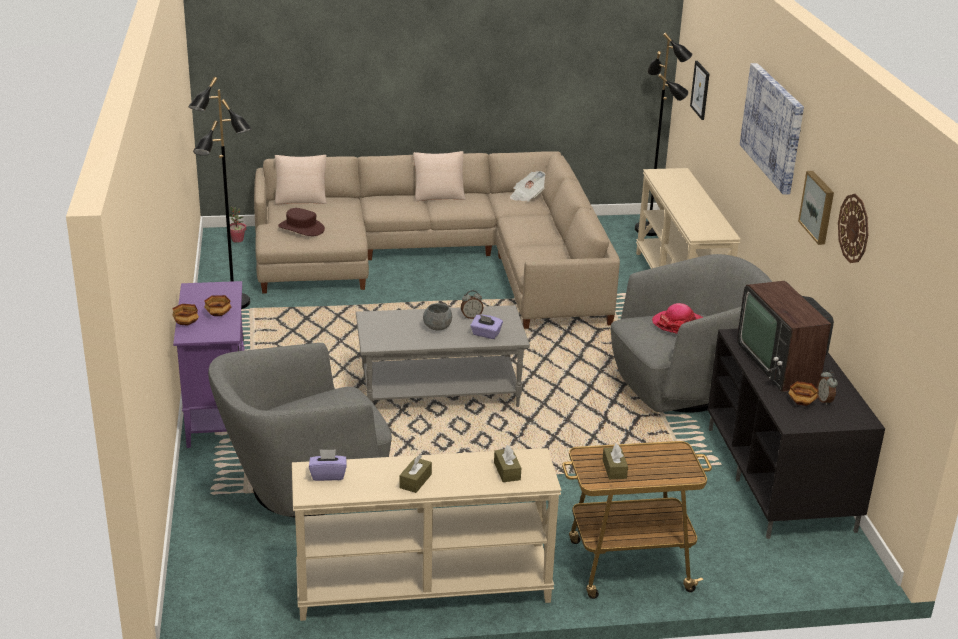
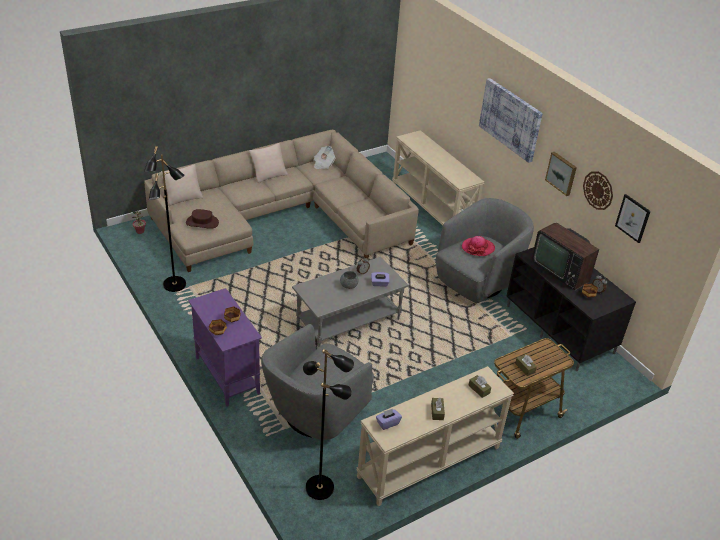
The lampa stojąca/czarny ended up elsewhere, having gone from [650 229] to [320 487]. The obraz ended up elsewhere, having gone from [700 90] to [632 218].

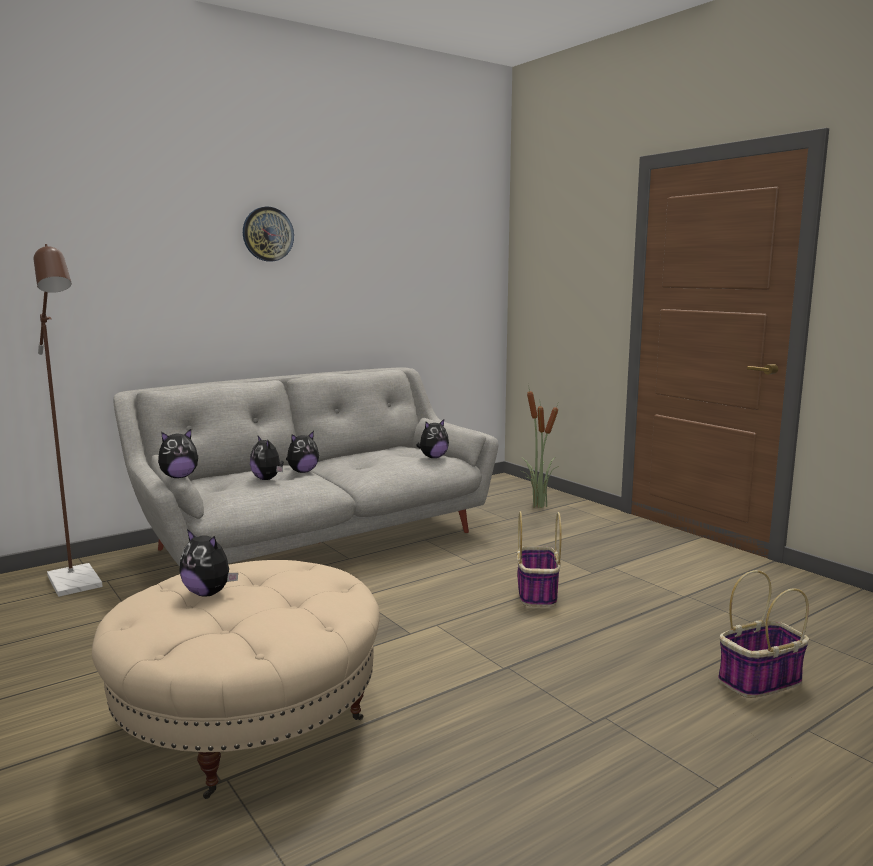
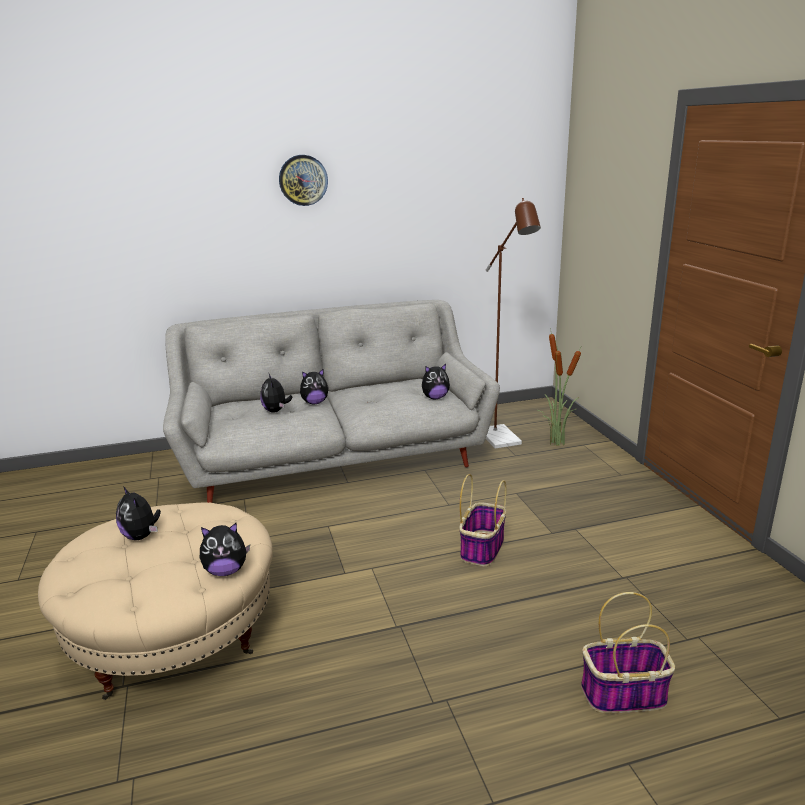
The lampa stojąca/brązowy ended up elsewhere, having gone from [77 585] to [503 441]. The pluszak ended up elsewhere, having gone from [179 477] to [226 571].

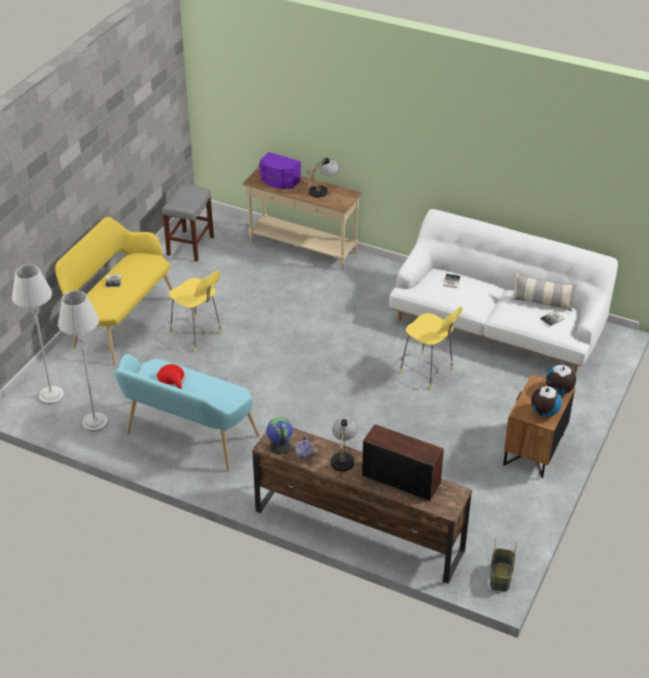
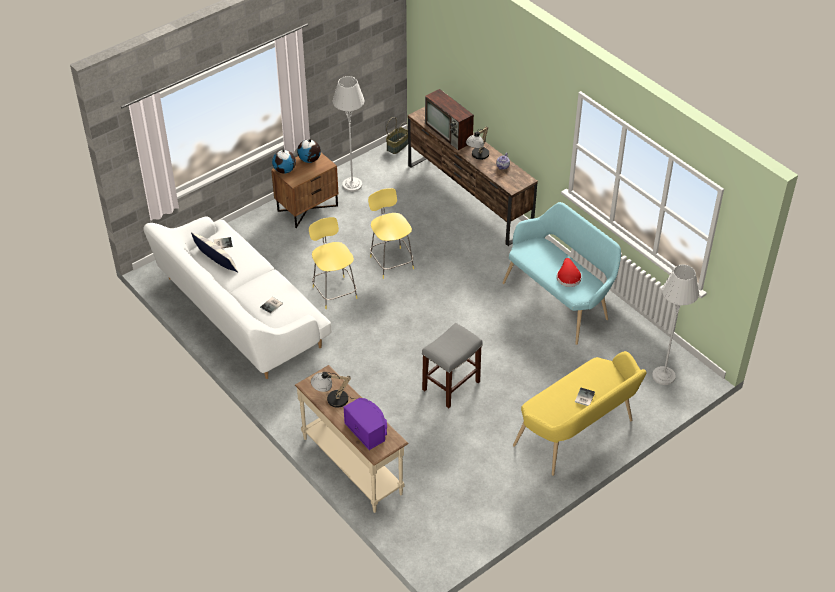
The second view lost the globus at [279 446]. The lampa stojąca/szary ended up elsewhere, having gone from [95 423] to [352 185]. The stołek/szary ended up elsewhere, having gone from [190 245] to [451 386]. The stołek/żółty ended up elsewhere, having gone from [197 335] to [391 261].

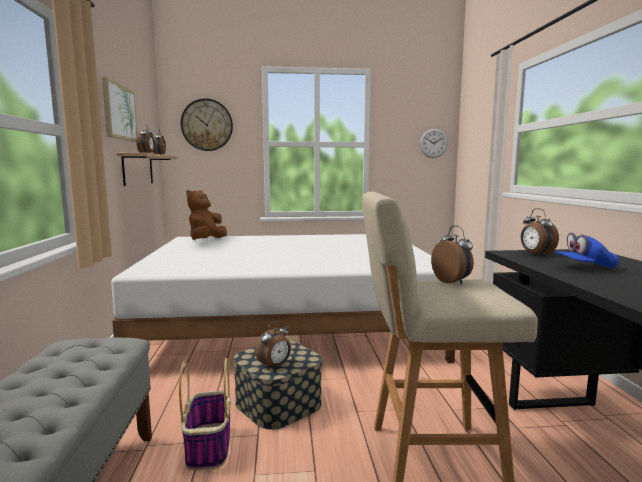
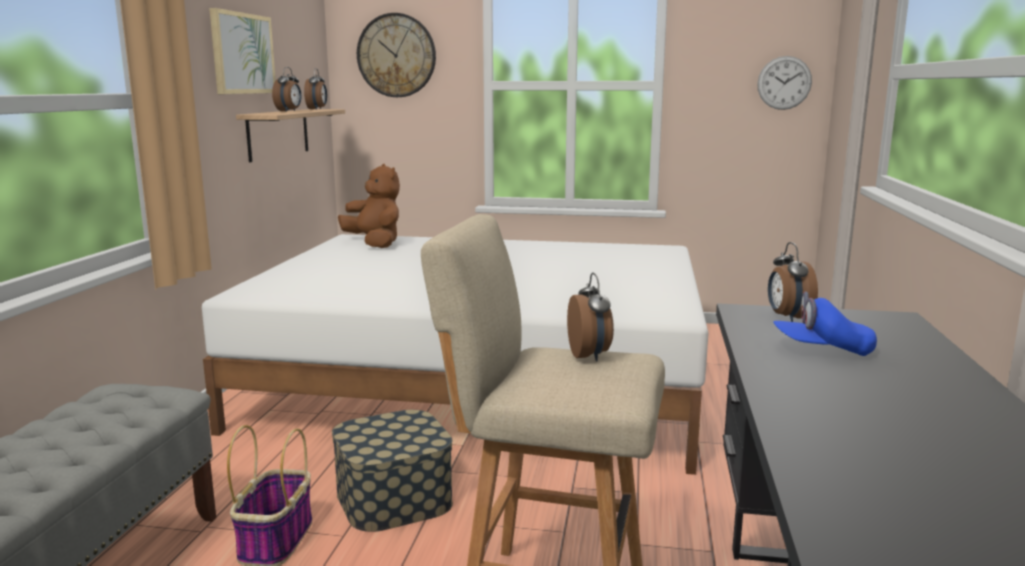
The second view lost the budzik at [275 366]. The pluszak/brązowy at [206 240] ended up facing another way, 105 degrees clockwise from before.

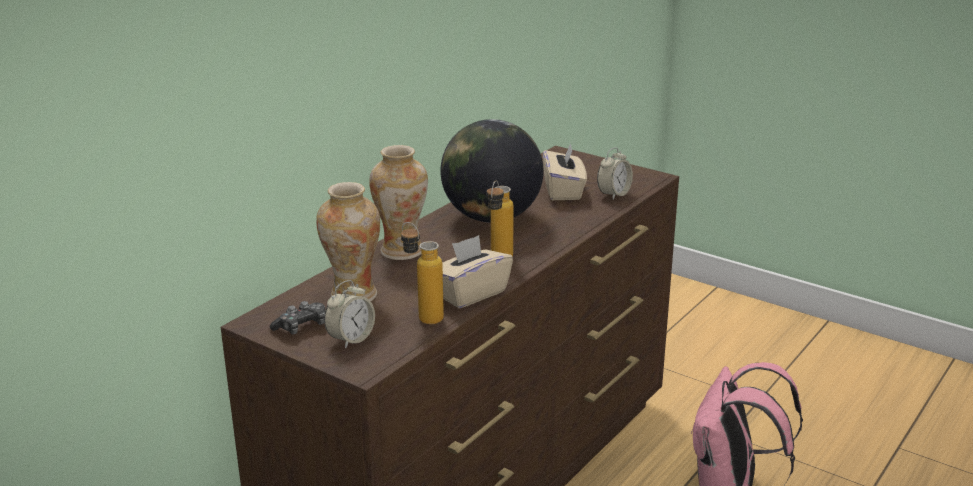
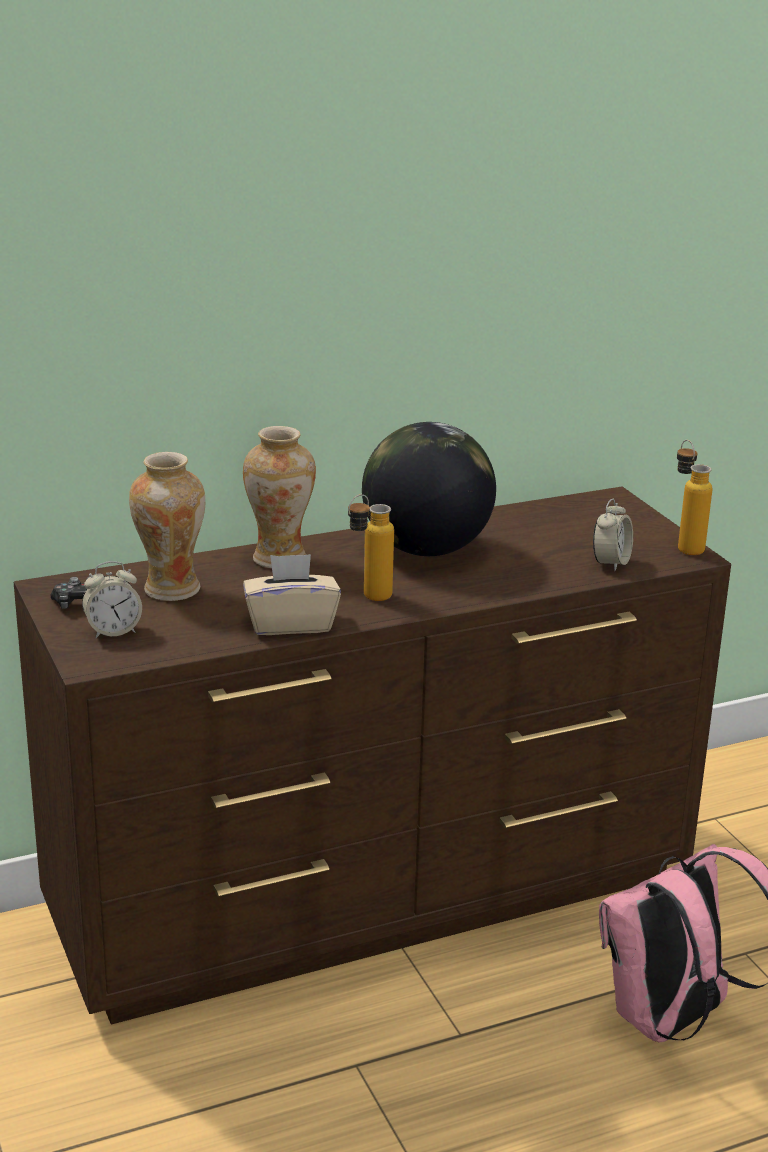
The second view lost the pudełko chusteczek/beżowy at [563 191]. The butelka ended up elsewhere, having gone from [422 316] to [684 546]. The budzik at [614 194] ended up facing another way, 45 degrees counterclockwise from before.

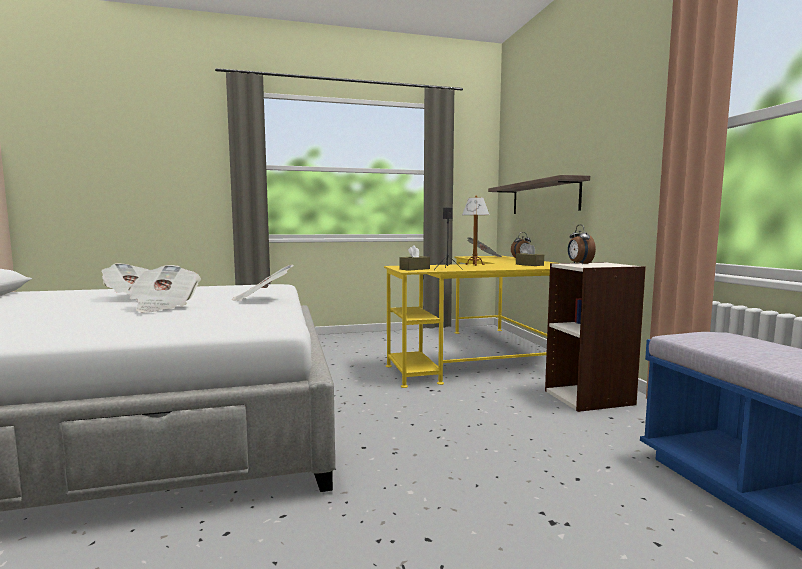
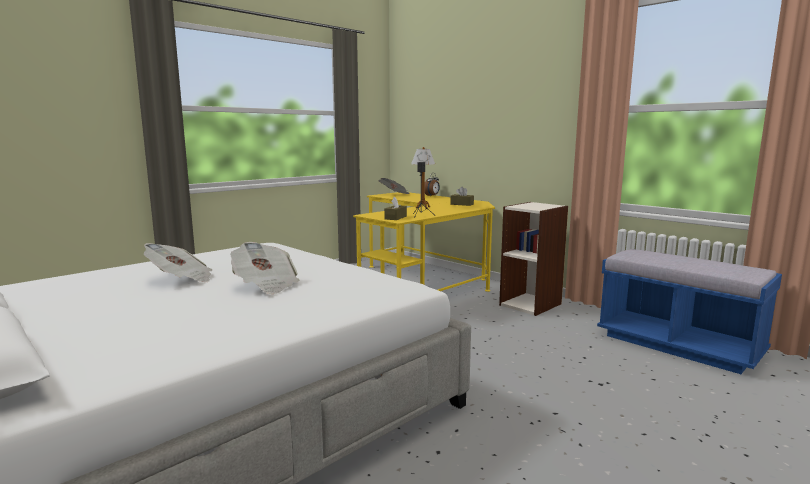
The second view lost the gazeta at [262 299]. The second view lost the półka at [544 197]. The second view lost the budzik at [579 264].

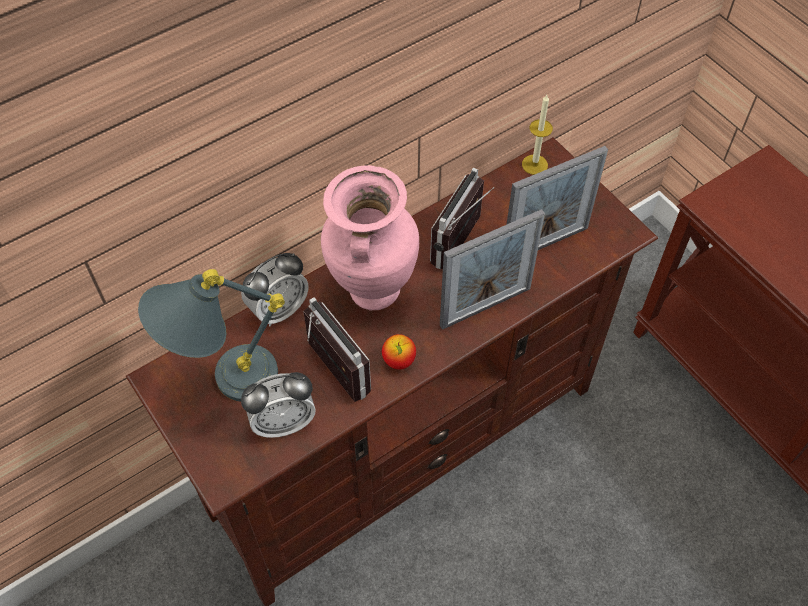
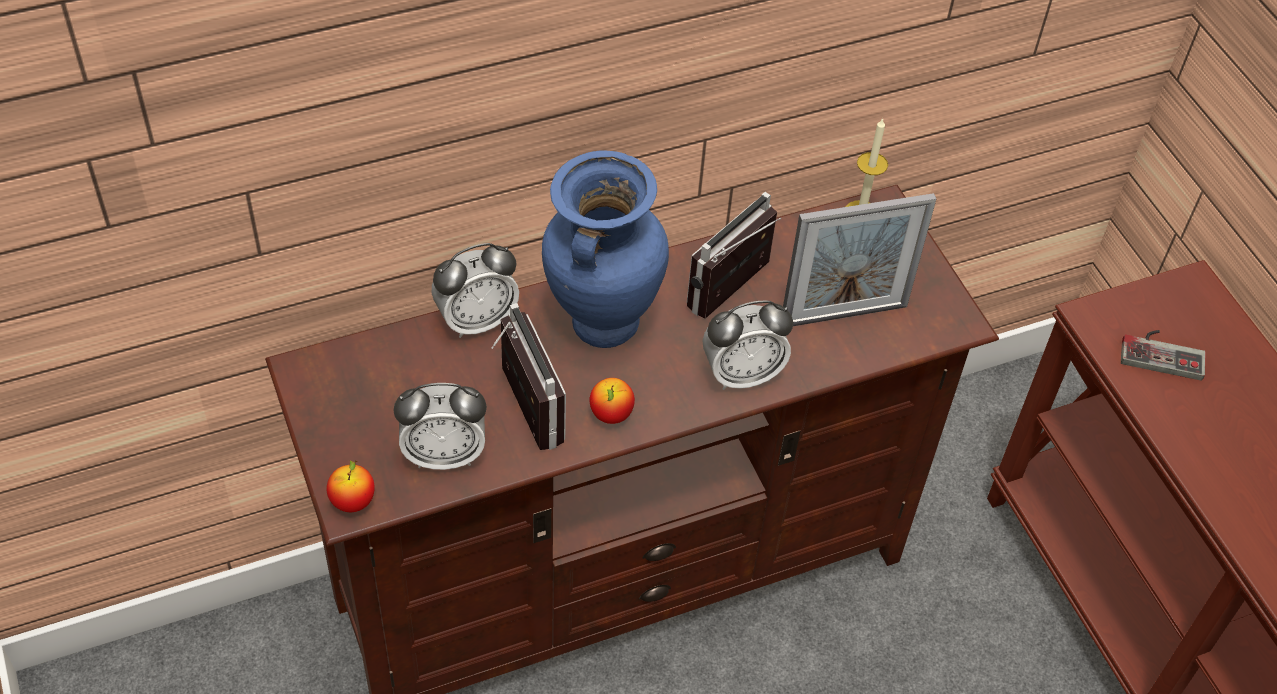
The second view lost the lampa stołowa/szary at [223 381]. The second view gained the jabłko at [353 501]. The second view gained the pad do gier at [1162 352]. Where the ramka na zdjęcie stood at [485 307], the budzik came to stand at [742 374]. What was the wazon/różowy at [372 291] turned into the wazon/niebieski at [602 324].

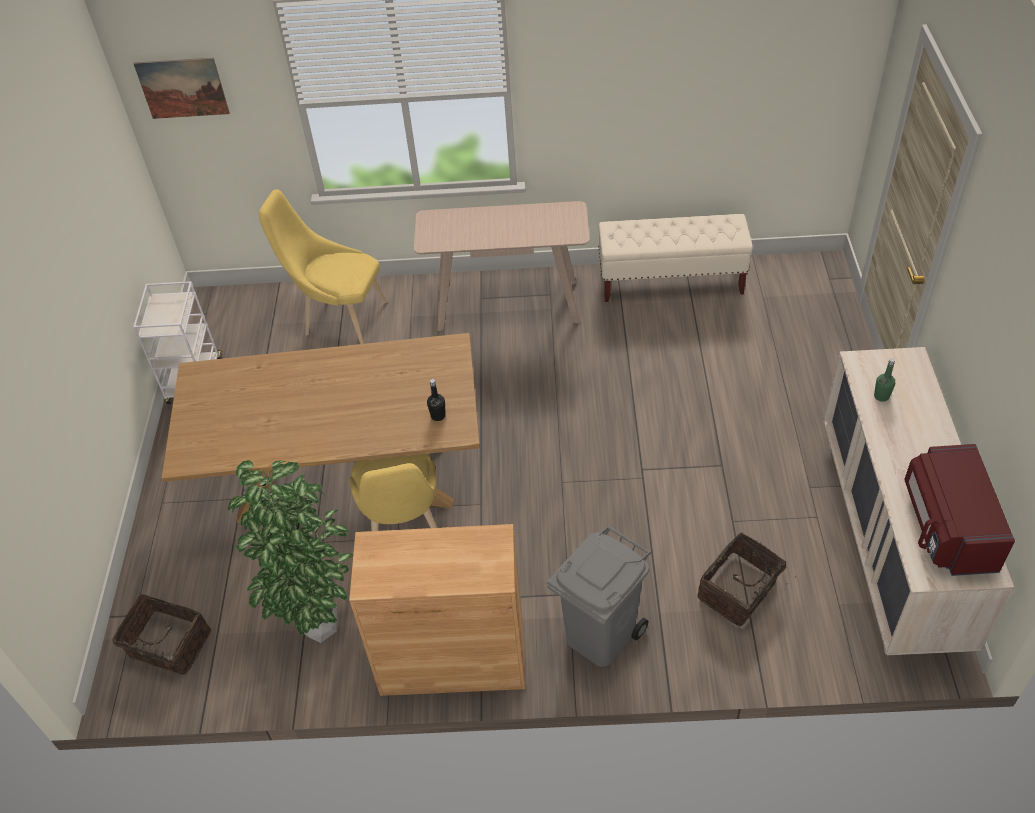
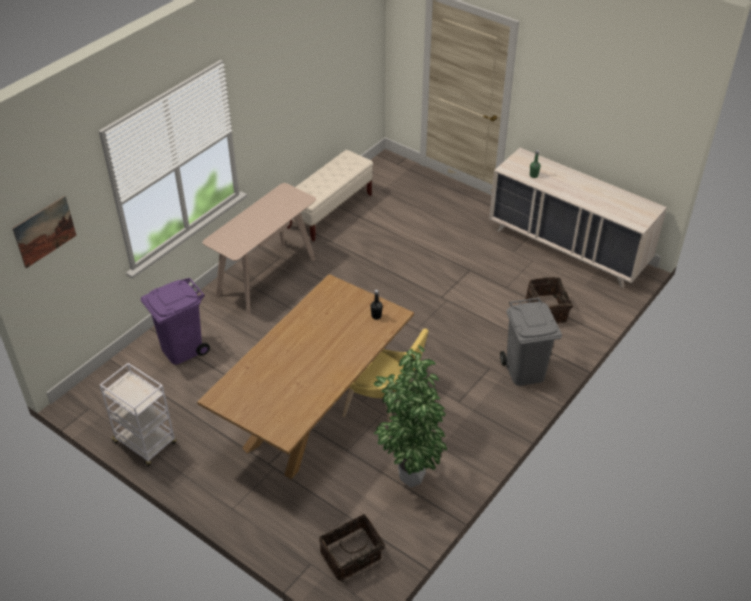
The second view lost the szafka/brązowy at [453 659]. The second view lost the mikrofalówka/czerwony at [947 527]. Where the krzesło/żółty stood at [340 318], the kosz na śmieci/fioletowy came to stand at [181 349].

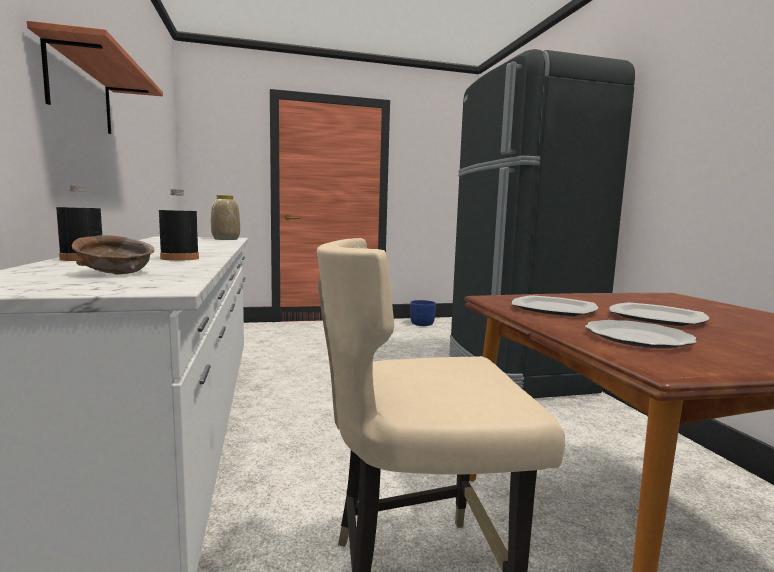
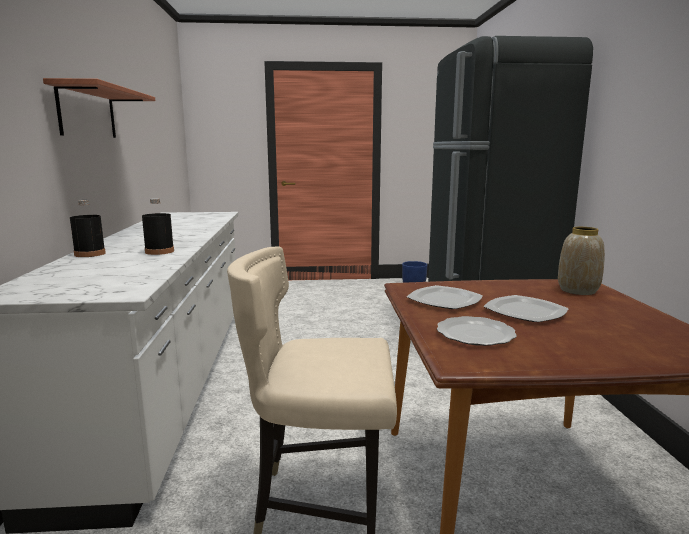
The second view lost the miska/brązowy at [114 273]. The wazon ended up elsewhere, having gone from [225 239] to [577 290].

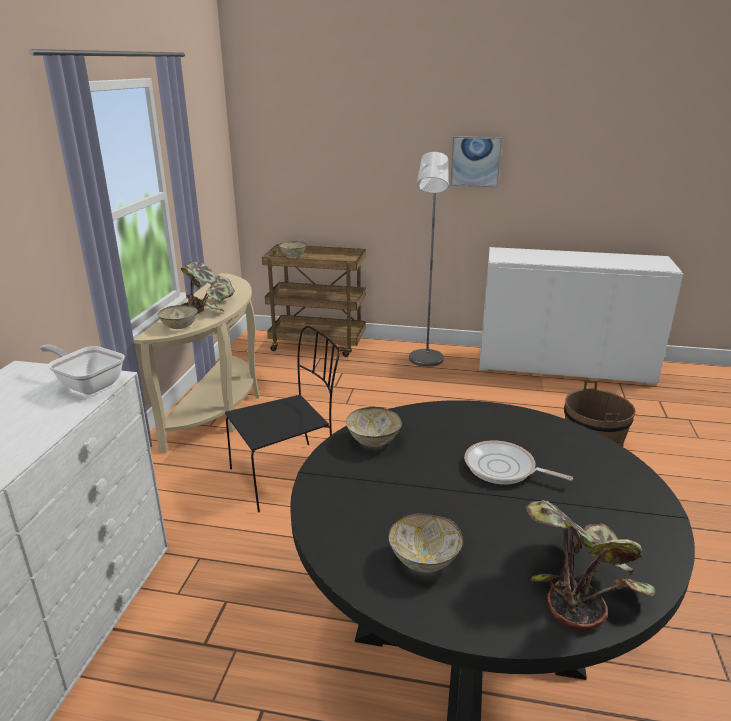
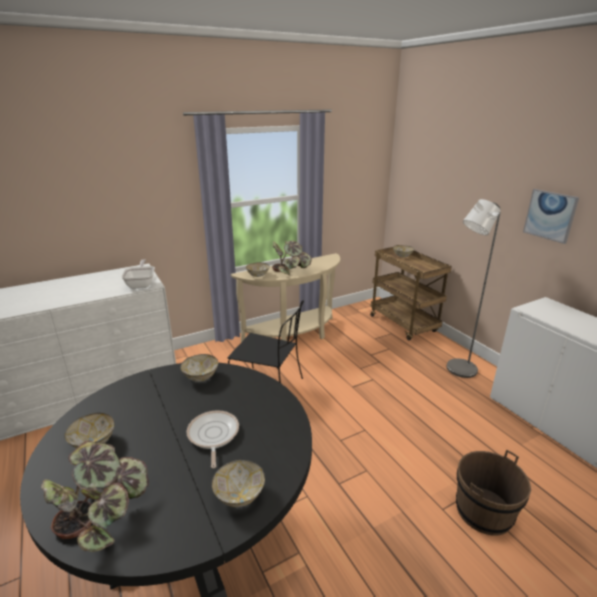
The second view gained the miska at [239 495].

